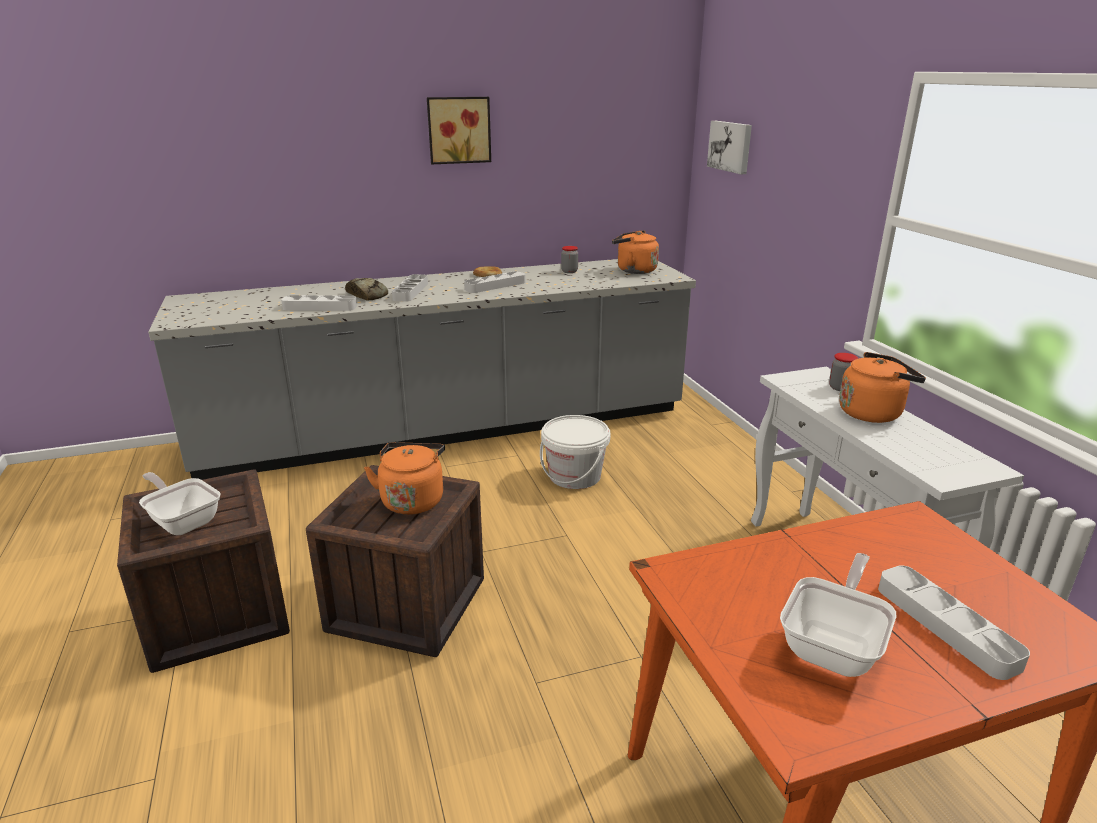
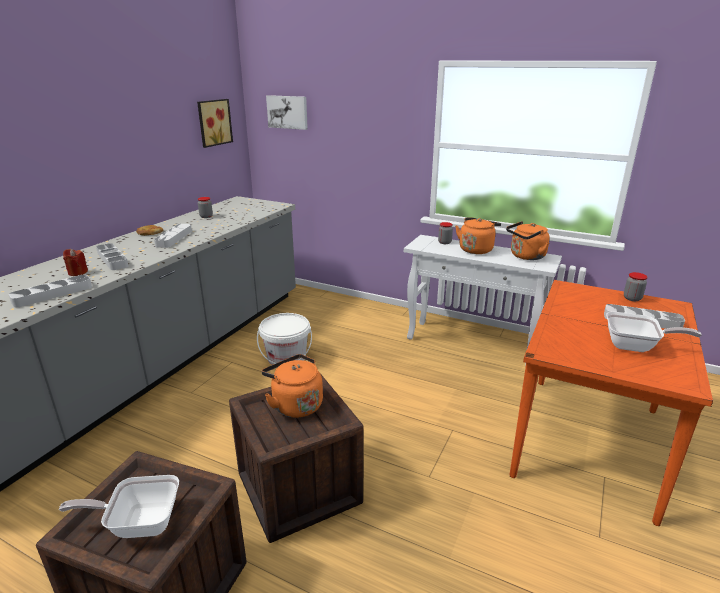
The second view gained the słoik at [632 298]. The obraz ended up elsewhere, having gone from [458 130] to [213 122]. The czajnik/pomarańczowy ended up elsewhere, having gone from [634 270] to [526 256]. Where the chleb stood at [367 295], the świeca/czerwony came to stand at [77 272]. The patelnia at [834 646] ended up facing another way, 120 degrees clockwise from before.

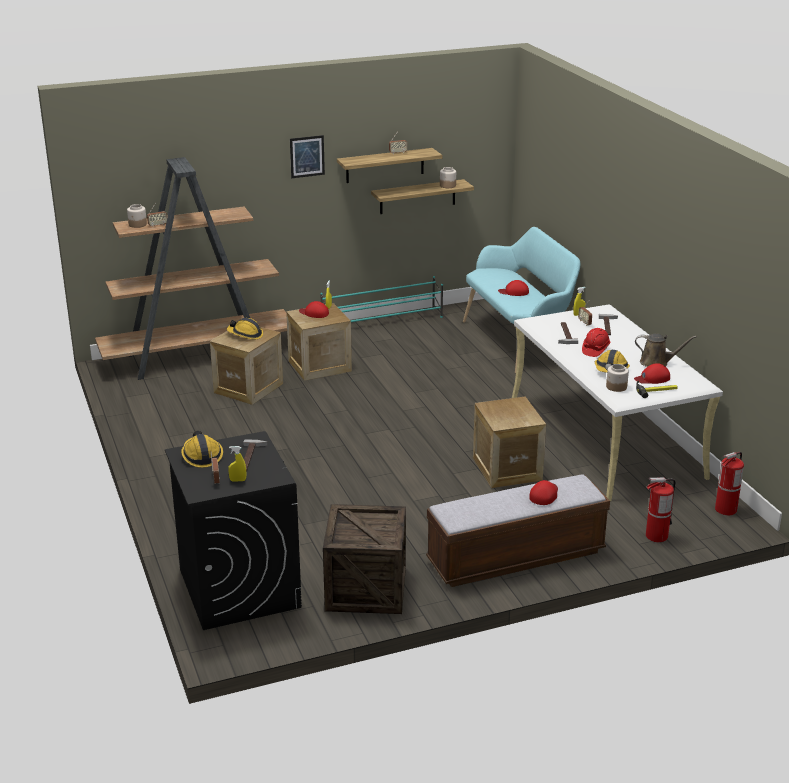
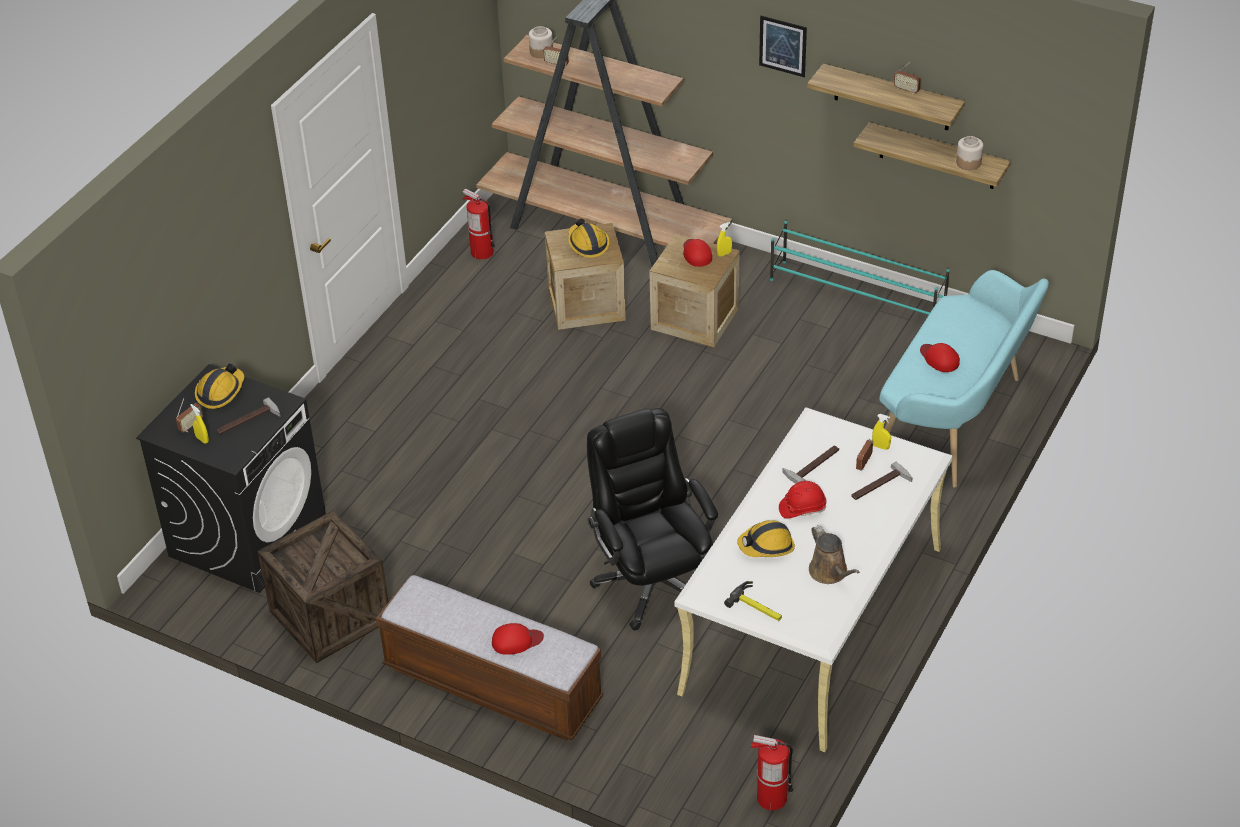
The second view lost the słoik at [616 387]. The second view lost the czapka z daszkiem/czerwony at [652 378]. The gaśnica ended up elsewhere, having gone from [656 536] to [481 252]. Where the skrzynka stood at [507 469], the krzesło biurowe/czarny came to stand at [652 582].

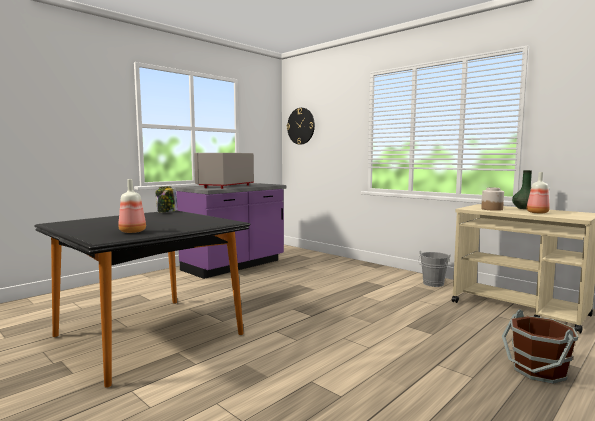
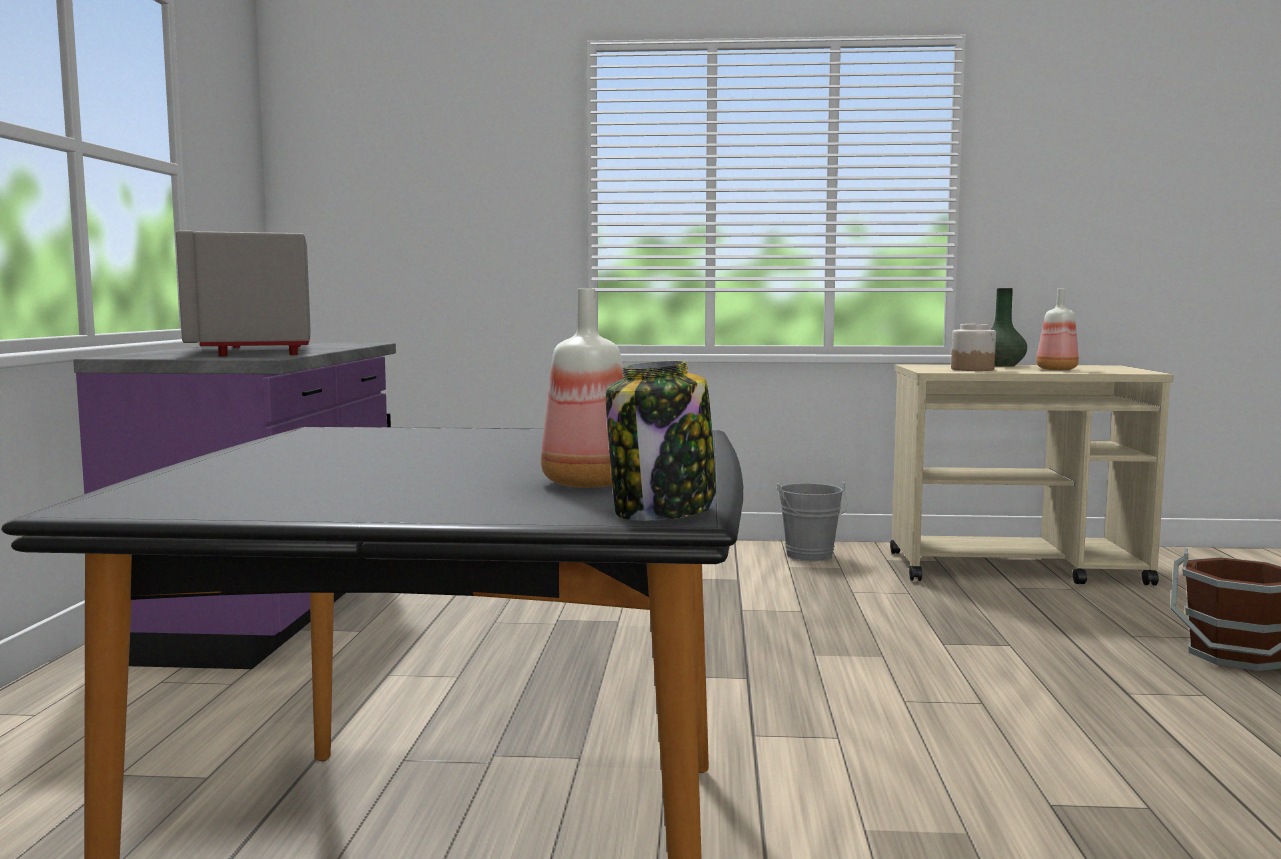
The second view lost the zegar ścienny at [301 126]. The słoik ended up elsewhere, having gone from [167 212] to [663 512].

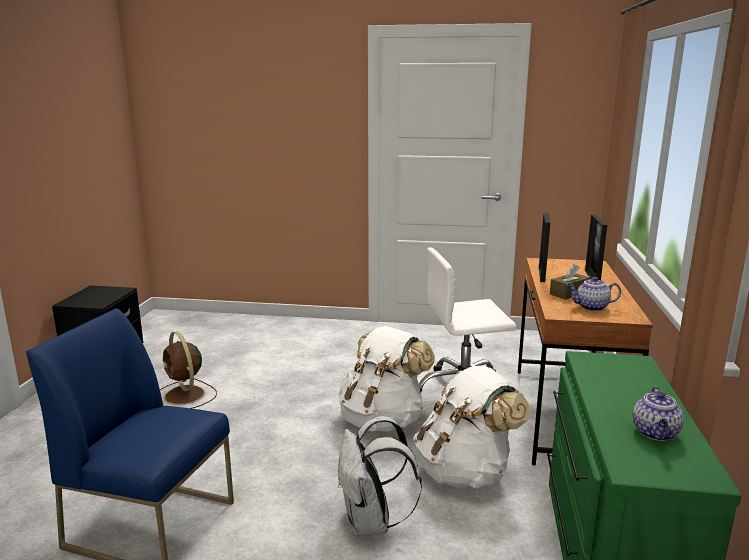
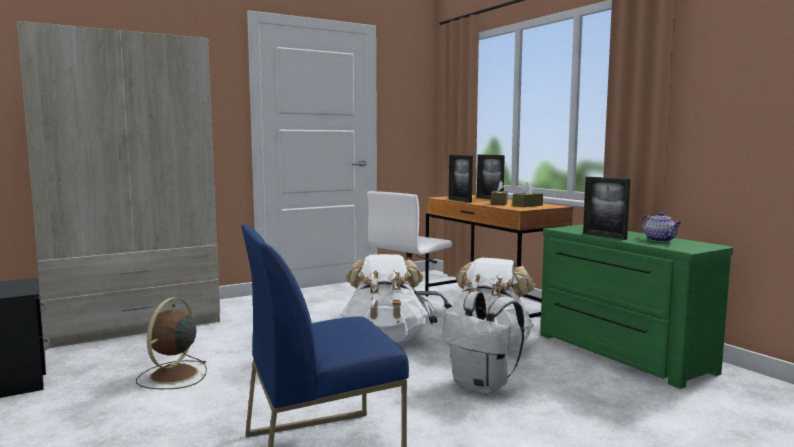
The second view gained the szafa/beżowy at [133 323]. The second view gained the ramka na zdjęcie at [604 236]. Where the imbryk stood at [591 307], the pudełko chusteczek/brązowy came to stand at [527 205]. The wentylator/brązowy at [185 396] ended up facing another way, 90 degrees clockwise from before.

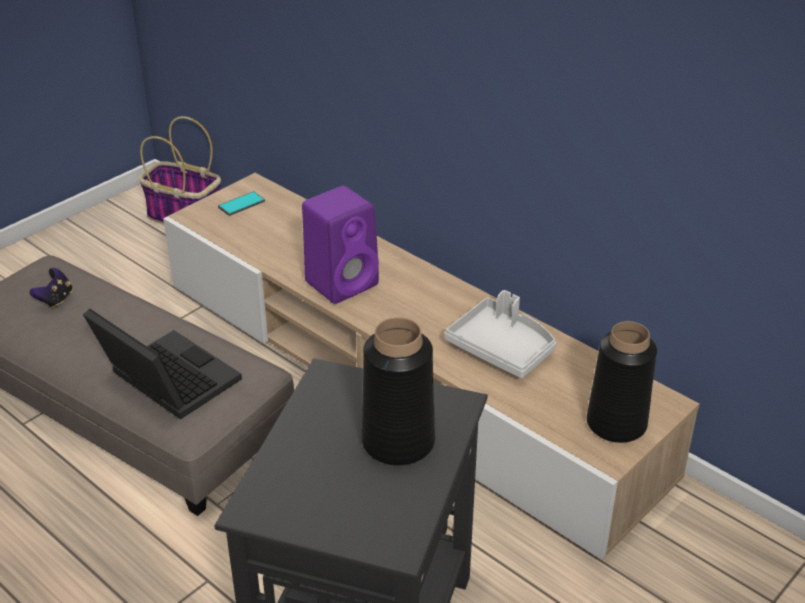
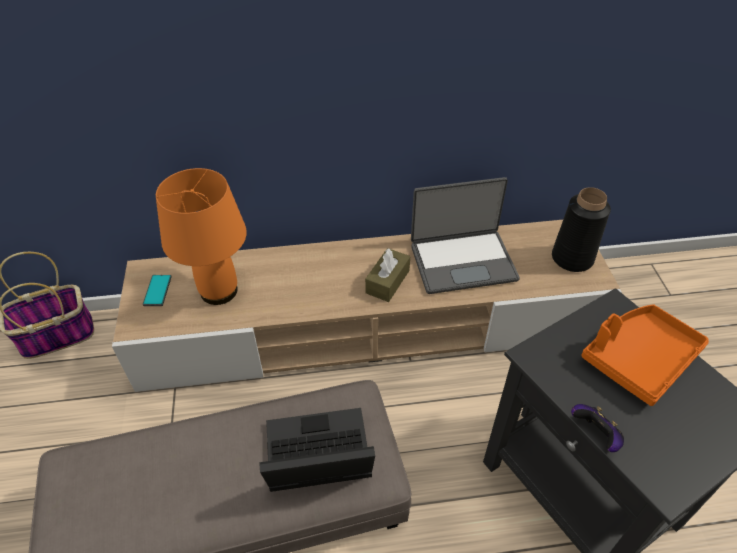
The second view lost the głośnik/fioletowy at [343 282]. The second view gained the lampa stołowa/pomarańczowy at [220 291]. The second view gained the pudełko chusteczek/brązowy at [387 281]. The pad do gier ended up elsewhere, having gone from [55 299] to [595 435]. Where the wazon/czarny stood at [398 441], the taca/pomarańczowy came to stand at [639 358]. Where the taca/szary stood at [502 348], the laptop came to stand at [462 261].

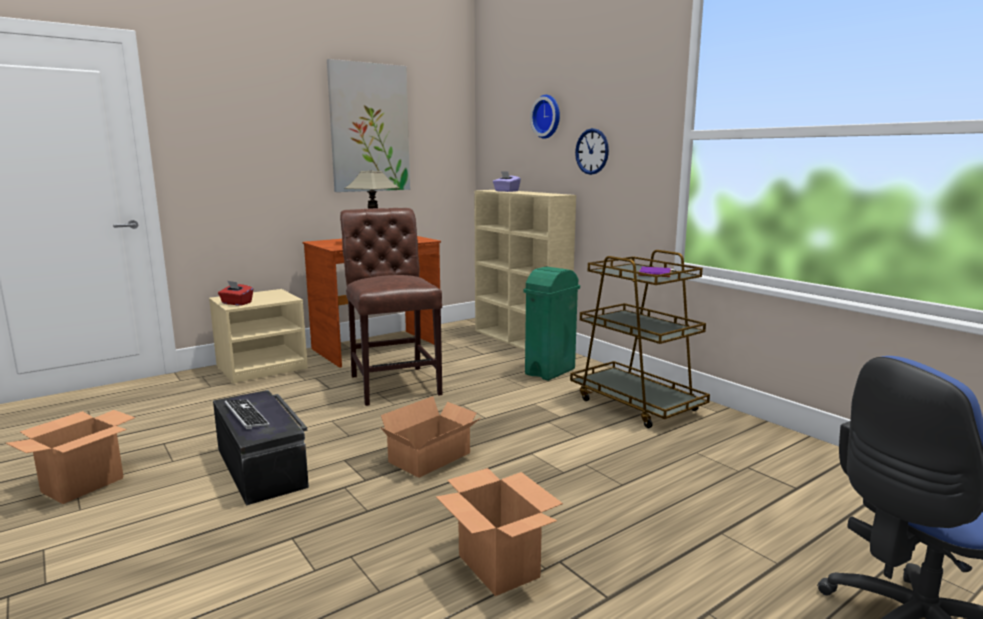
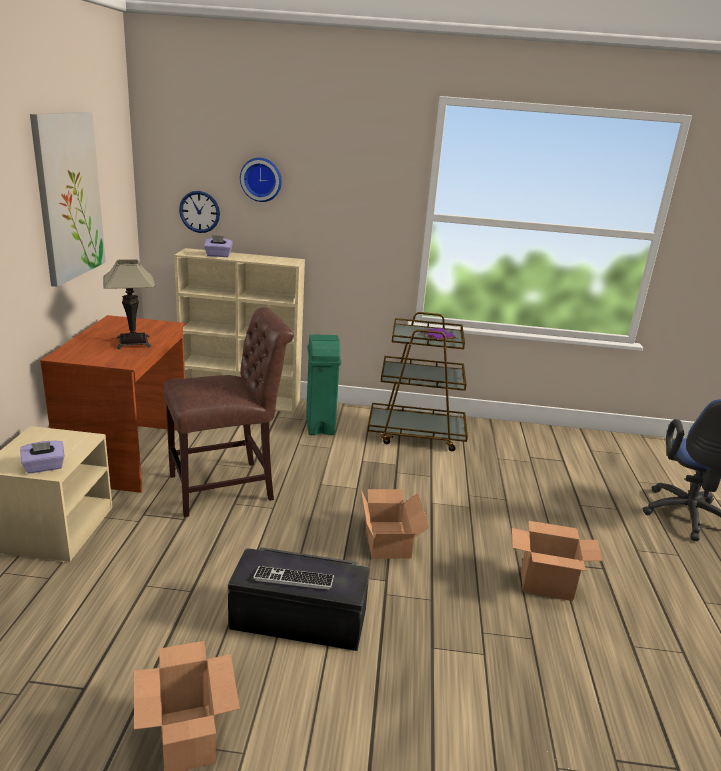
The zegar ścienny ended up elsewhere, having gone from [592 151] to [199 212]. What was the pudełko chusteczek/czerwony at [236 303] turned into the pudełko chusteczek/fioletowy at [44 467]. The krzesło/brązowy at [394 383] ended up facing another way, 135 degrees clockwise from before.

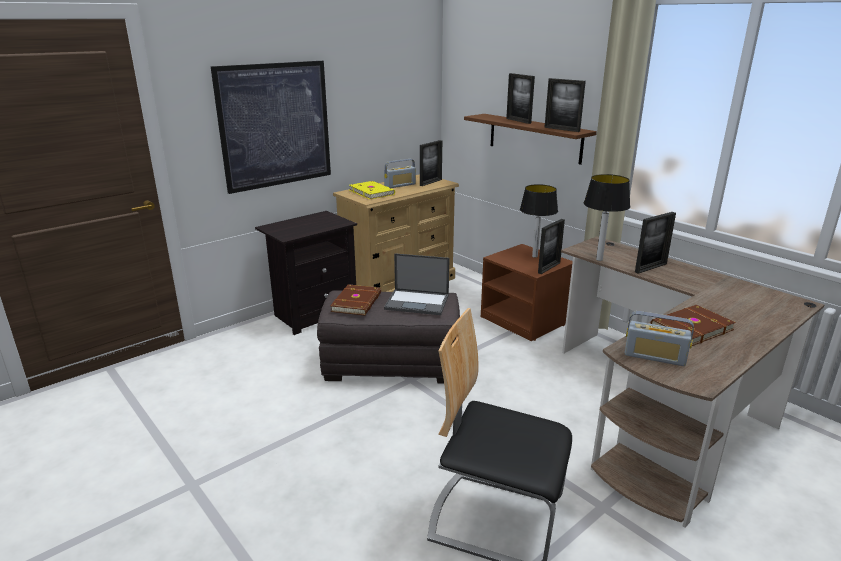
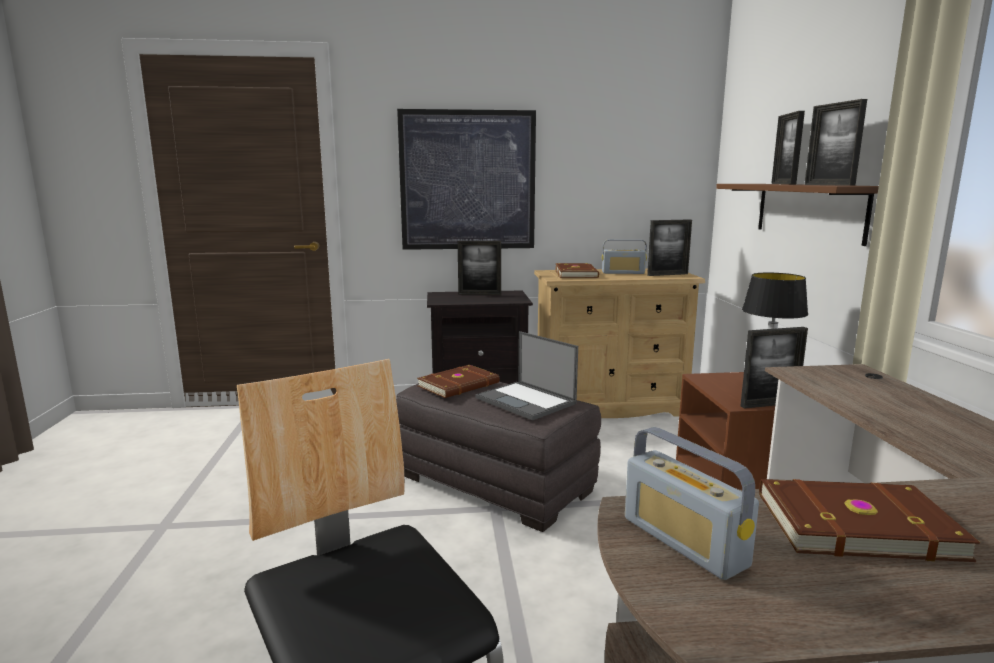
The second view lost the lampa stołowa at [599 259]. The ramka na zdjęcie ended up elsewhere, having gone from [650 268] to [479 294]. What was the książka/żółty at [372 192] turned into the książka/brązowy at [577 274].

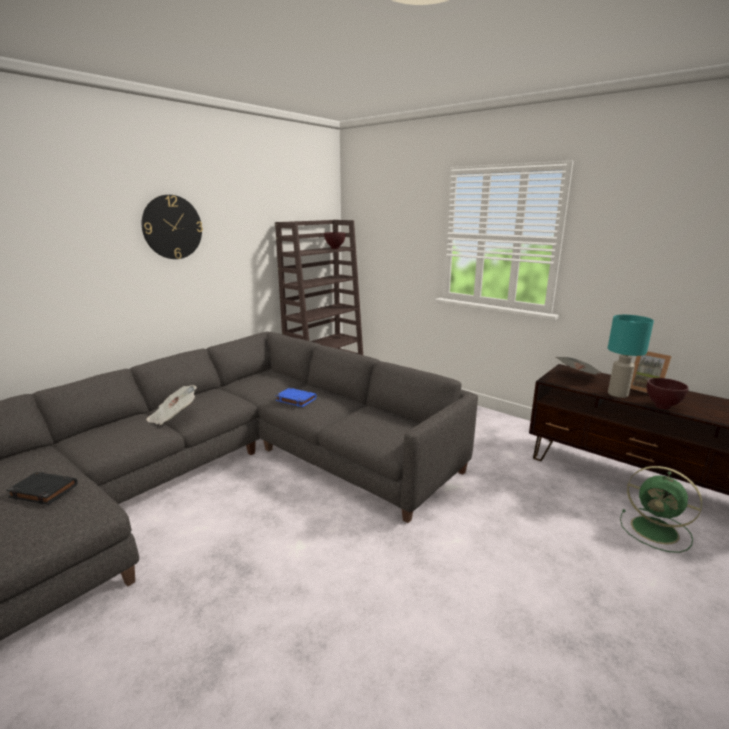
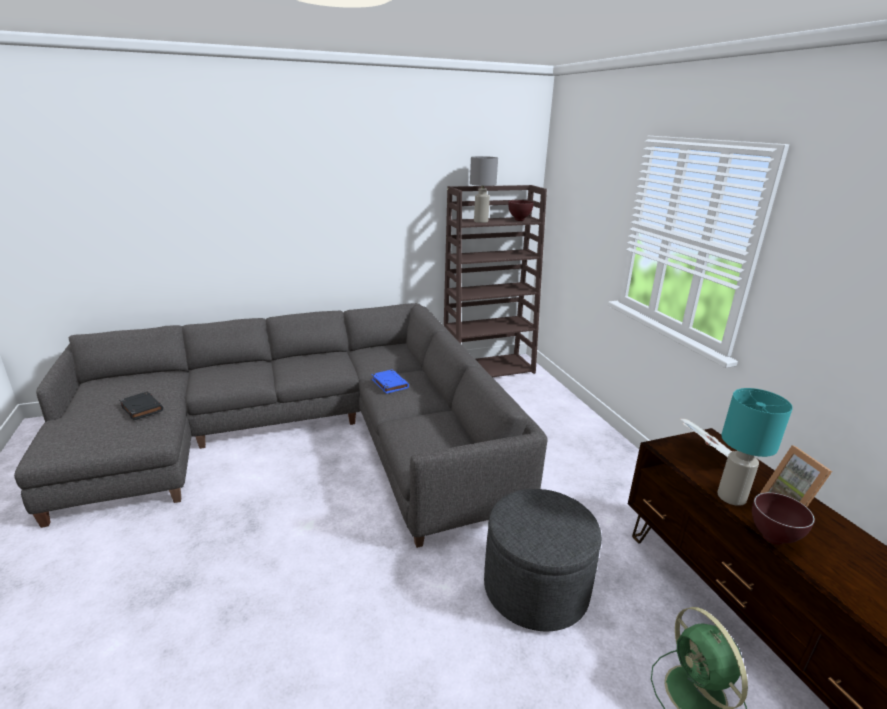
The second view lost the zegar ścienny at [172 227]. The second view lost the gazeta at [173 417]. The second view gained the lampa stołowa/szary at [481 221]. The second view gained the pufa/szary at [535 588].

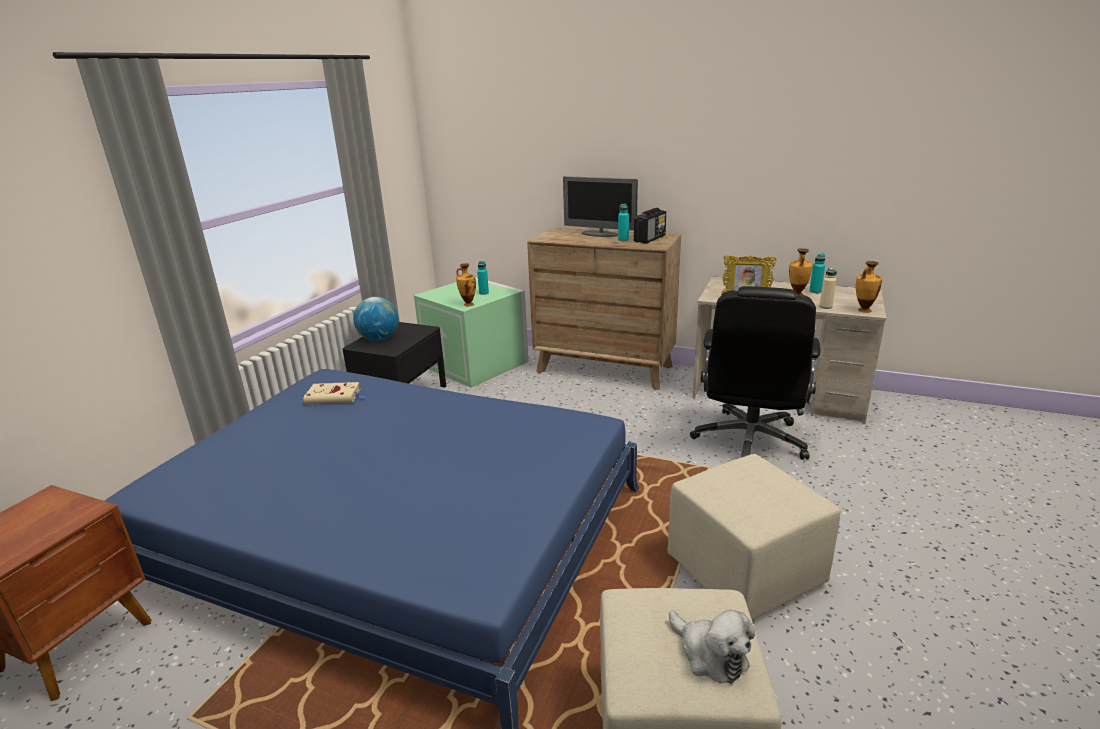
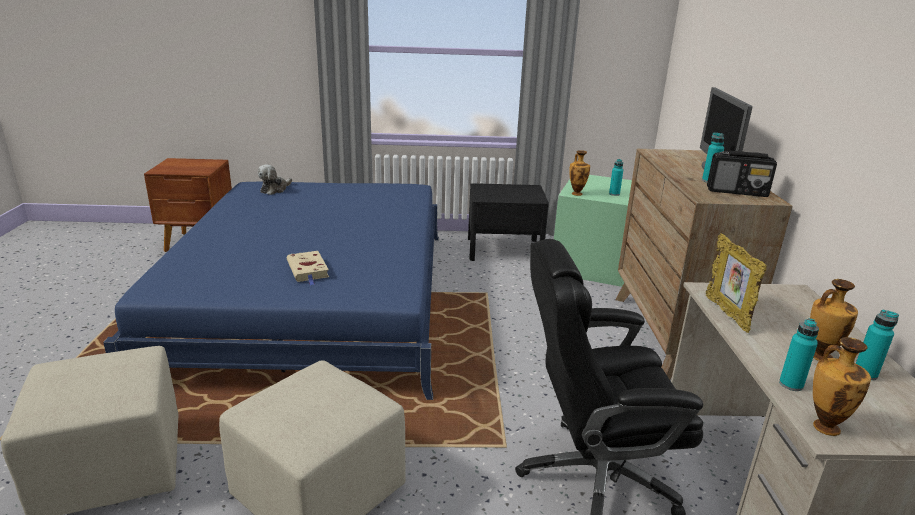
The second view lost the globus at [379 338]. The książka/beżowy ended up elsewhere, having gone from [335 396] to [308 270]. The pluszak ended up elsewhere, having gone from [710 654] to [275 189]. What was the butelka/beżowy at [825 307] turned into the butelka/turkusowy at [791 384].

